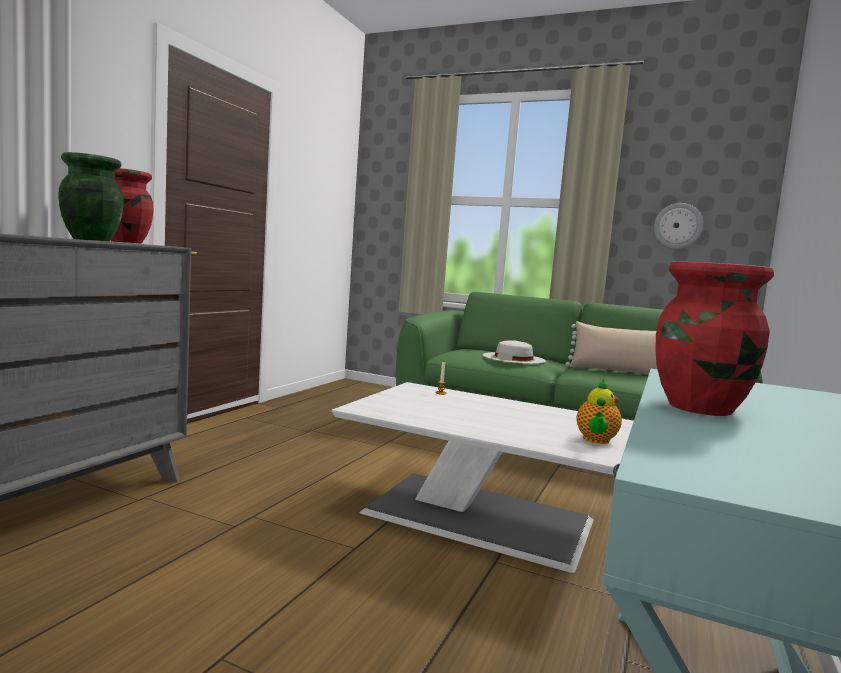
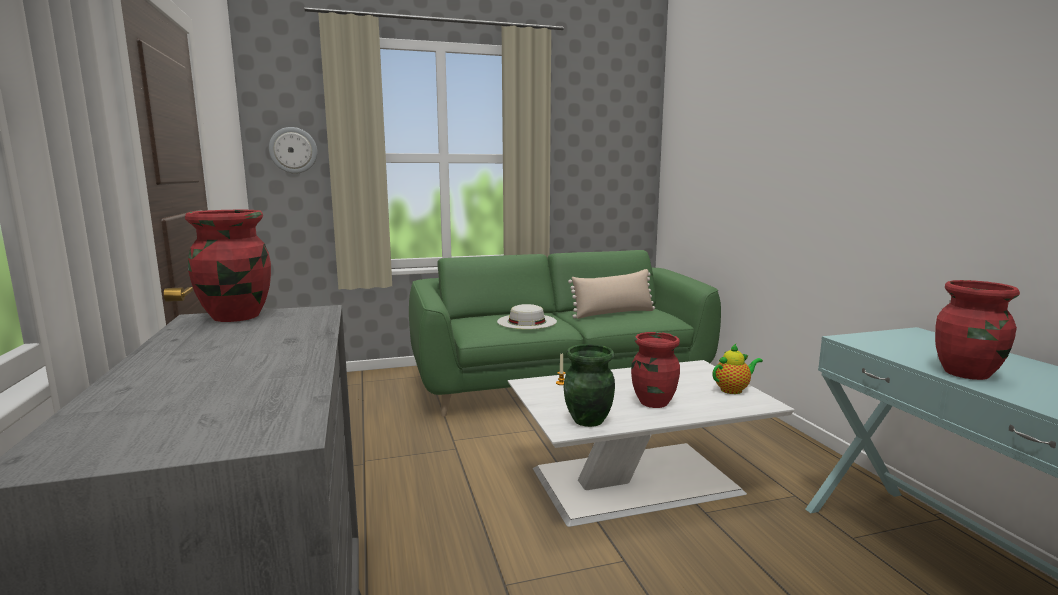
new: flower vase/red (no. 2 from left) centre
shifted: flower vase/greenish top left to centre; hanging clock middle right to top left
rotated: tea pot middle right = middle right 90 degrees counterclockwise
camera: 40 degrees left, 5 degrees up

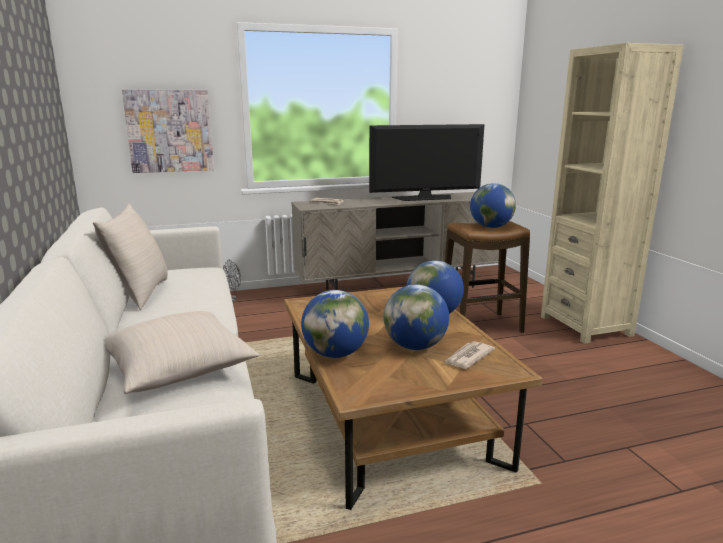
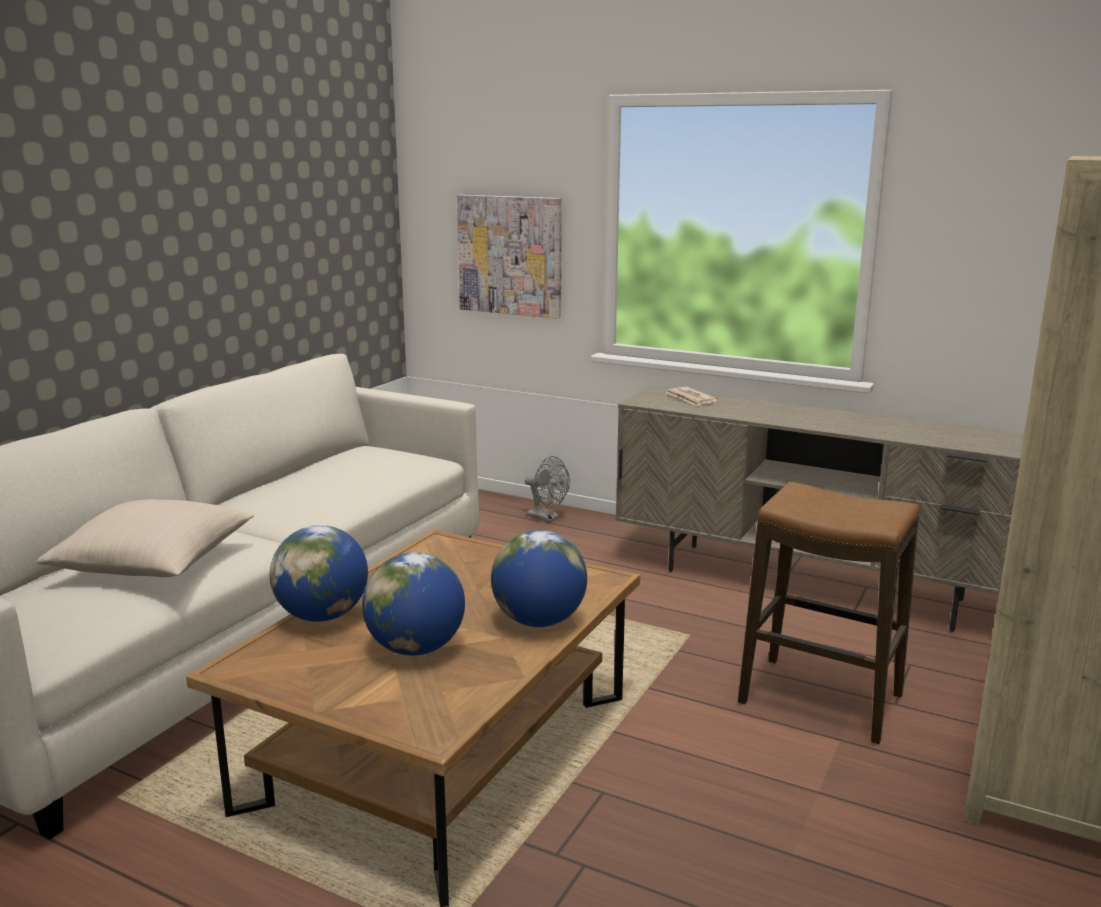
gone: cushion/sand-coloured (no. 1 from left) middle left; TV set top centre; newspaper (no. 2 from left) centre; desk globe (no. 4 from left) middle right
camera: 45 degrees right, 0 degrees up

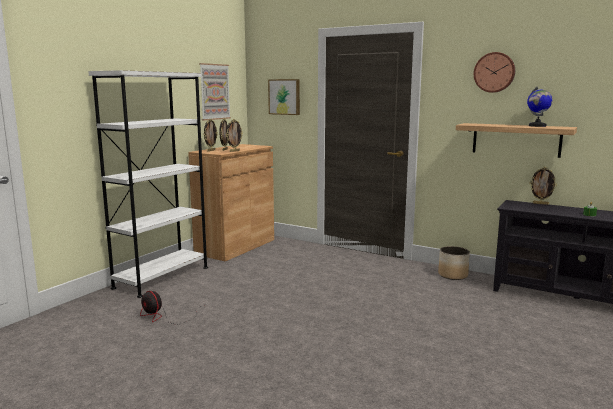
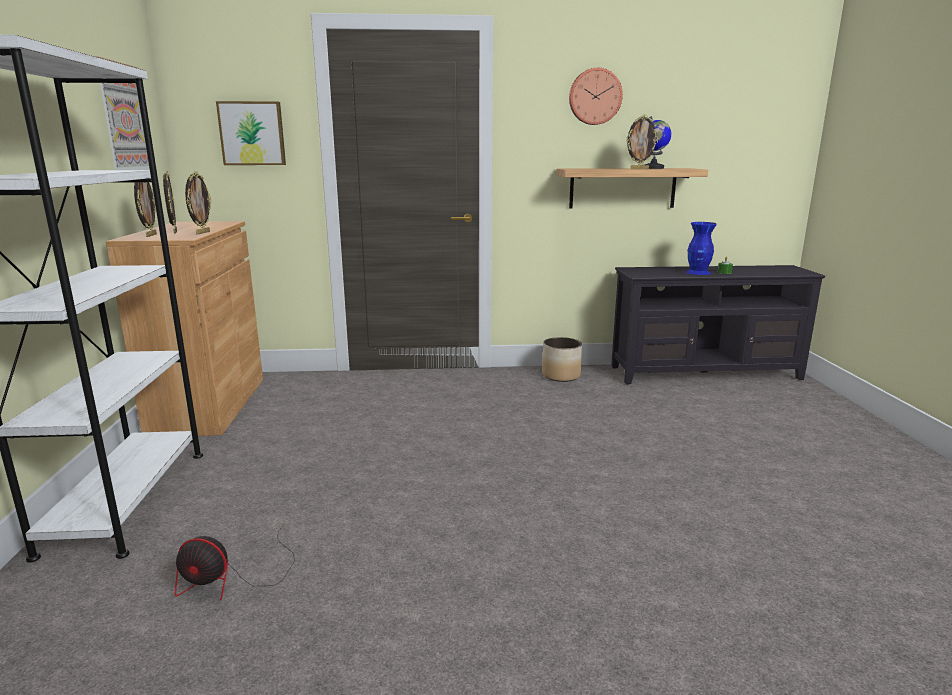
new: flower vase/blue-coloured middle right
shifted: photo frame (no. 4 from left) middle right to top right
camera: 35 degrees left, 5 degrees up

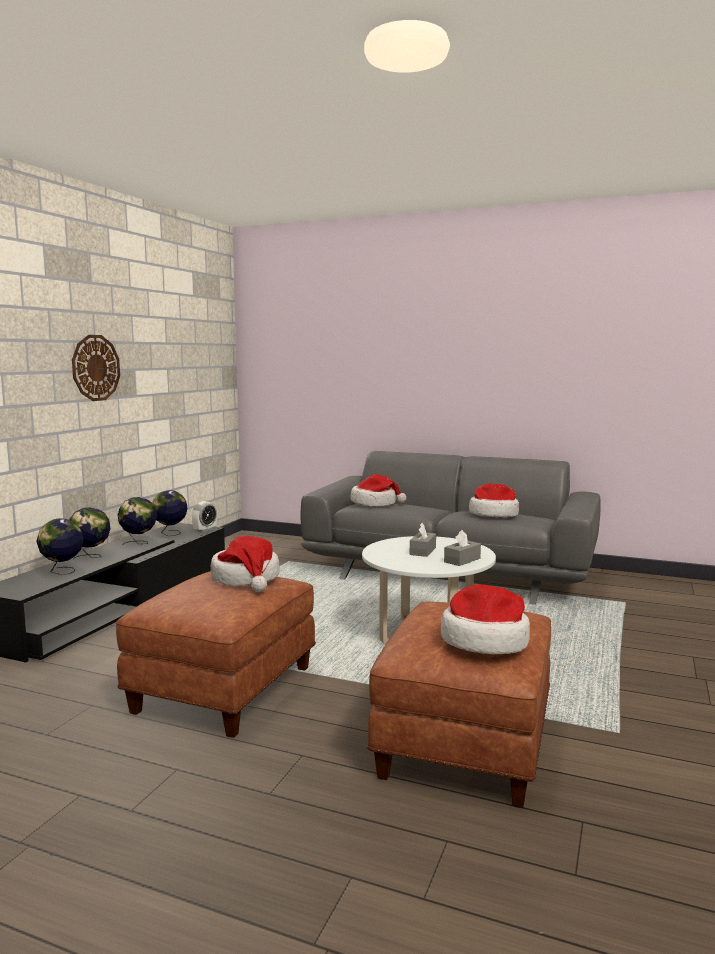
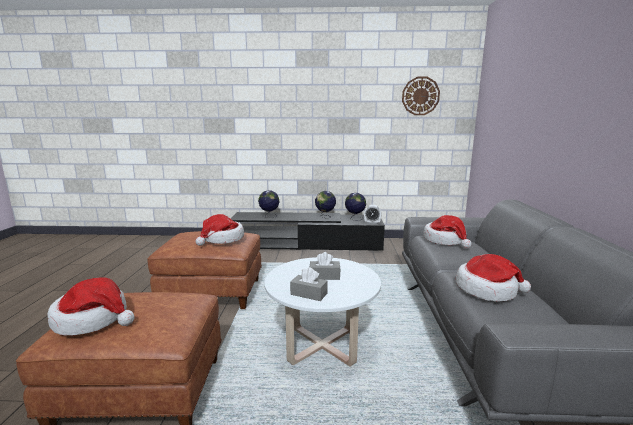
gone: desk globe (no. 2 from left) middle left
shifted: hanging clock middle left to top centre
camera: 70 degrees right, 5 degrees up

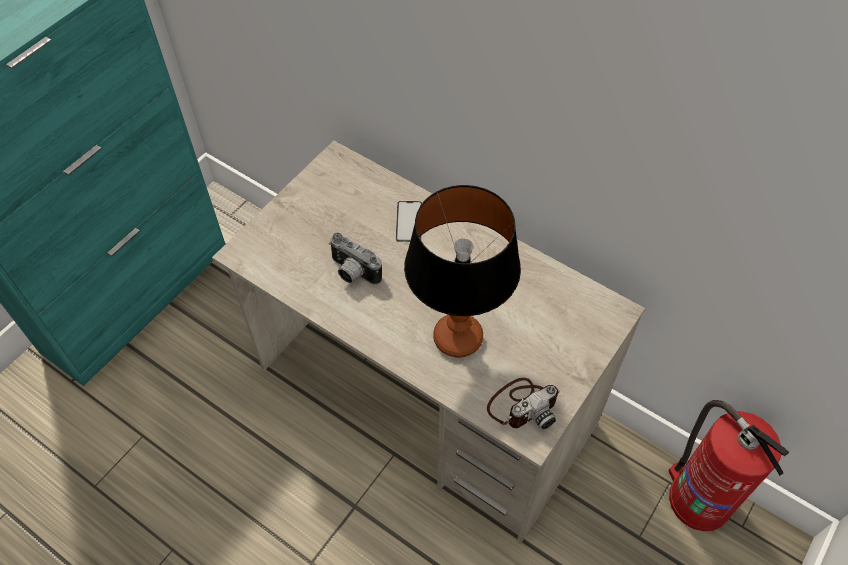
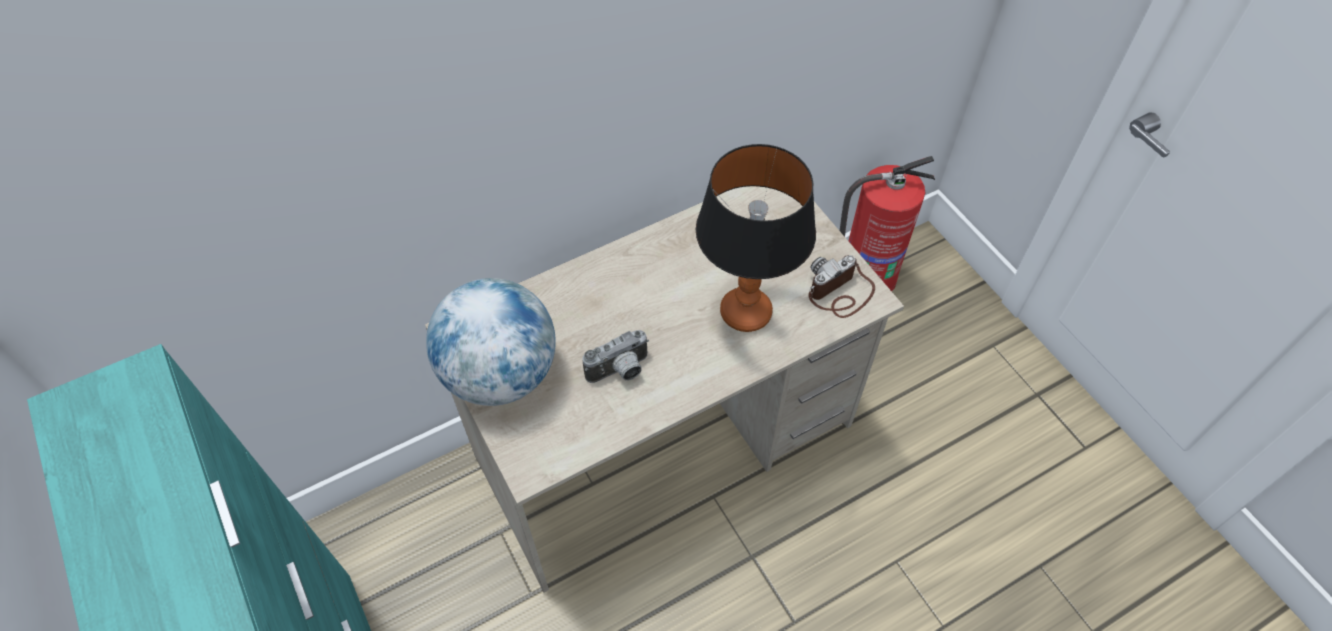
gone: handset centre
new: desk globe centre
rotated: photo camera (no. 2 from left) bottom centre = centre 120 degrees counterclockwise
camera: 65 degrees left, 0 degrees up

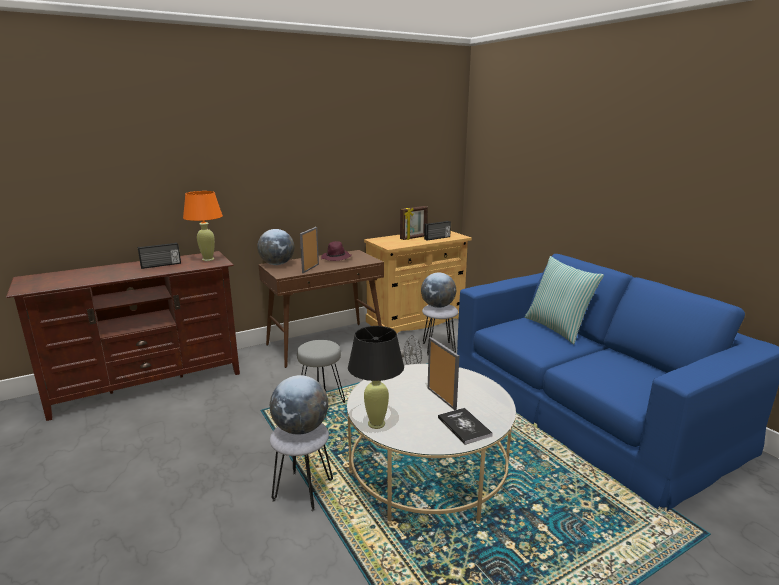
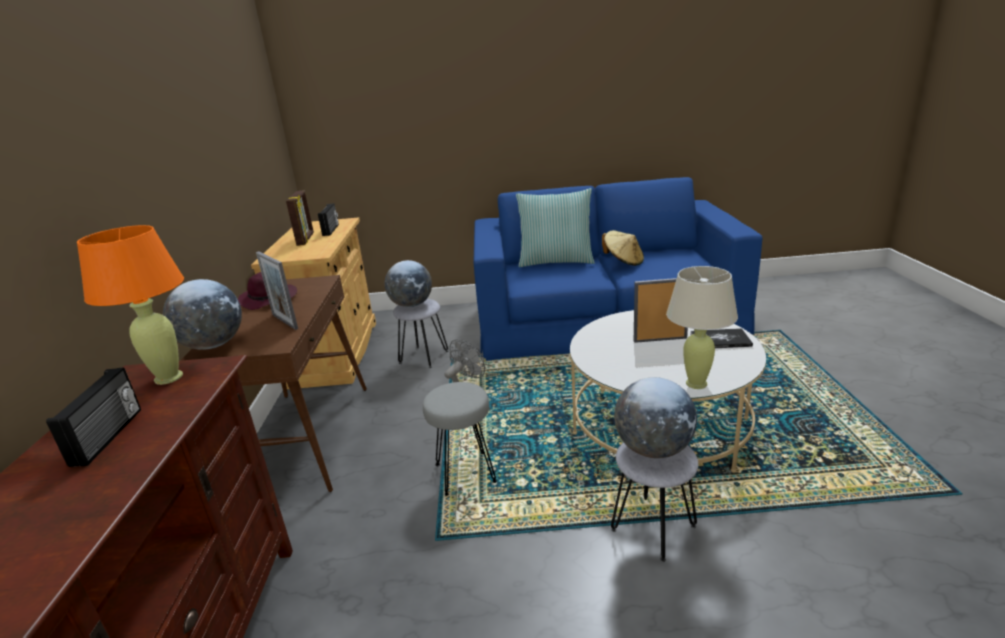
new: wearable hat/sand-coloured centre
repainted: lamp for a table/blackish centre to lamp for a table/sand-coloured middle right
camera: 60 degrees left, 5 degrees up

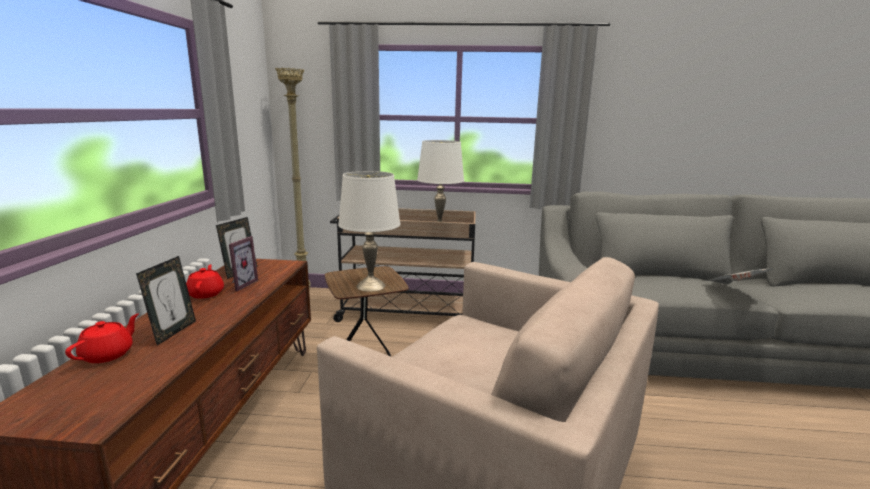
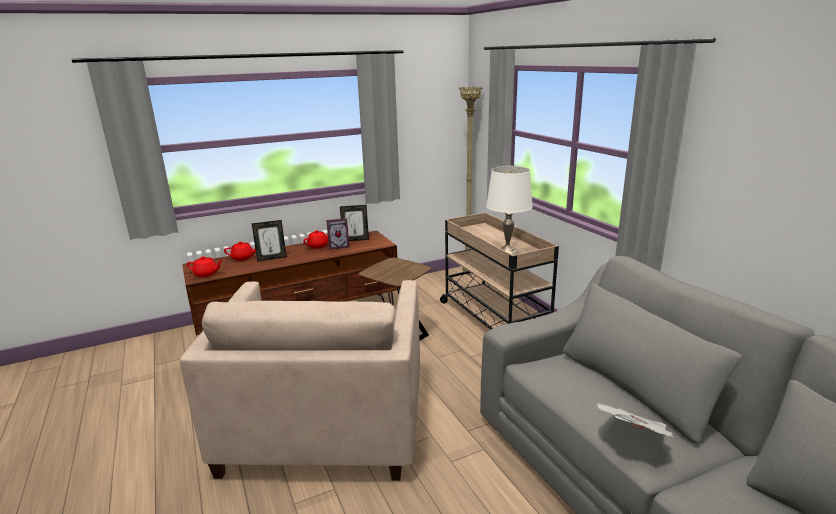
gone: lamp for a table/white (no. 1 from left) centre
new: tea pot/red (no. 1 from left) middle left
camera: 60 degrees right, 5 degrees up

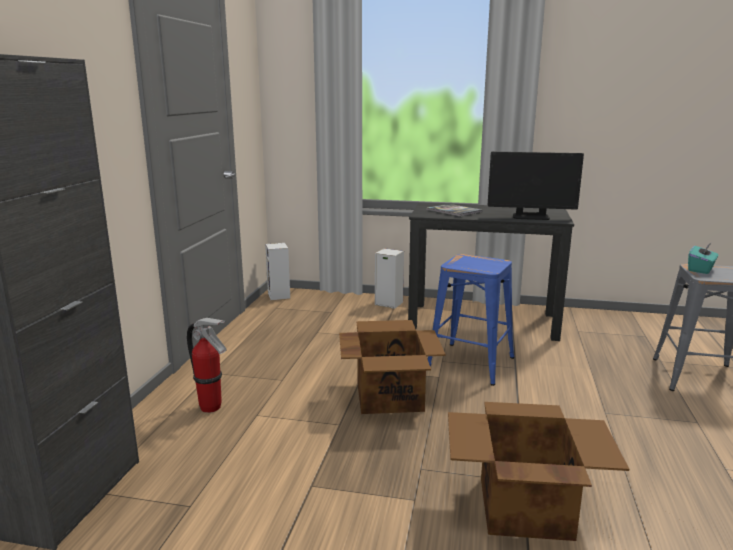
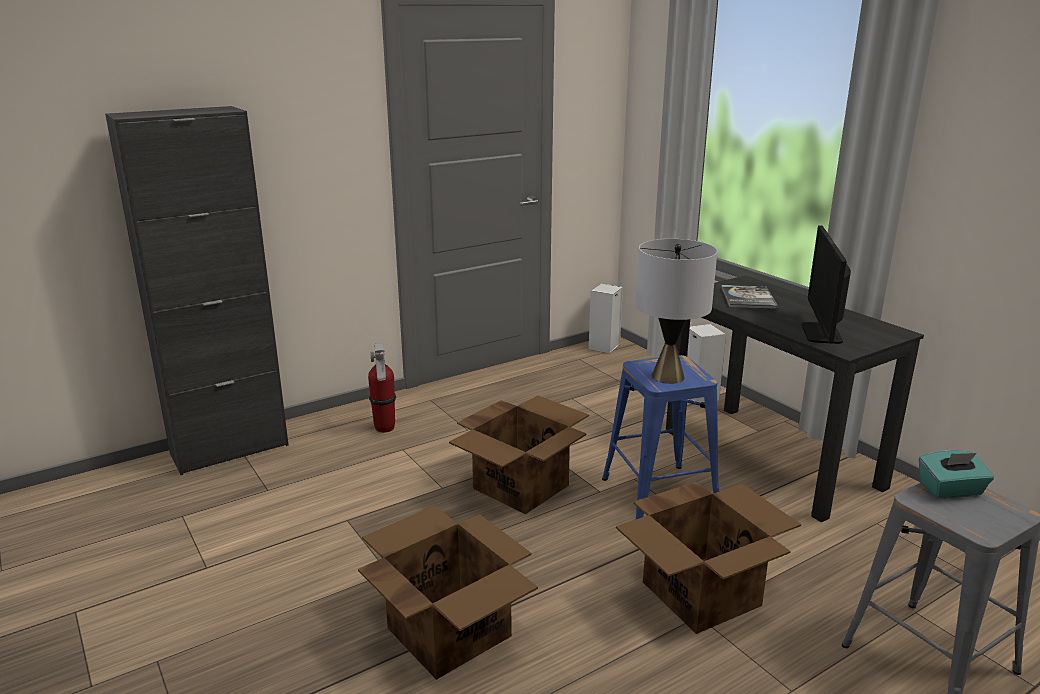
new: carton (no. 3 from left) bottom right; lamp for a table/gray centre
rotated: monitor middle right = middle right 45 degrees clockwise
camera: 45 degrees right, 5 degrees up

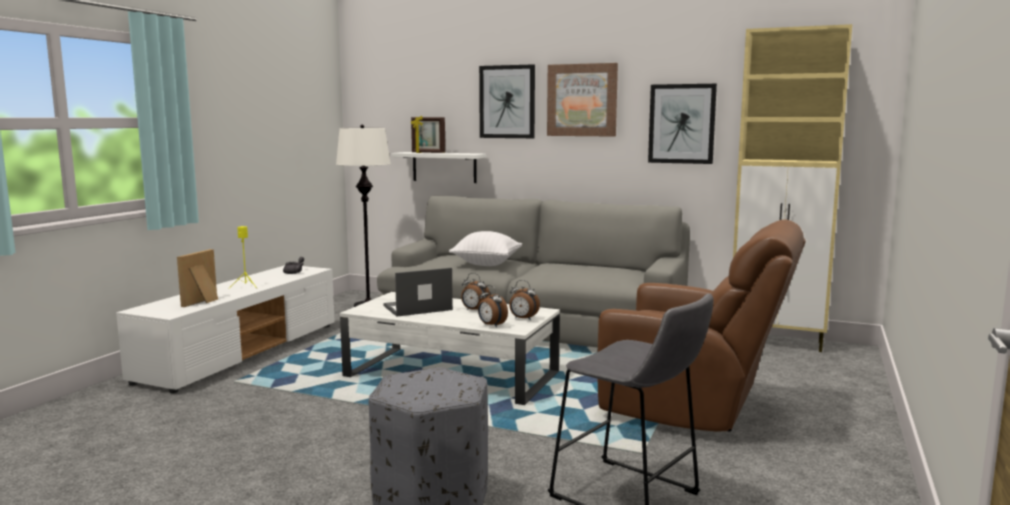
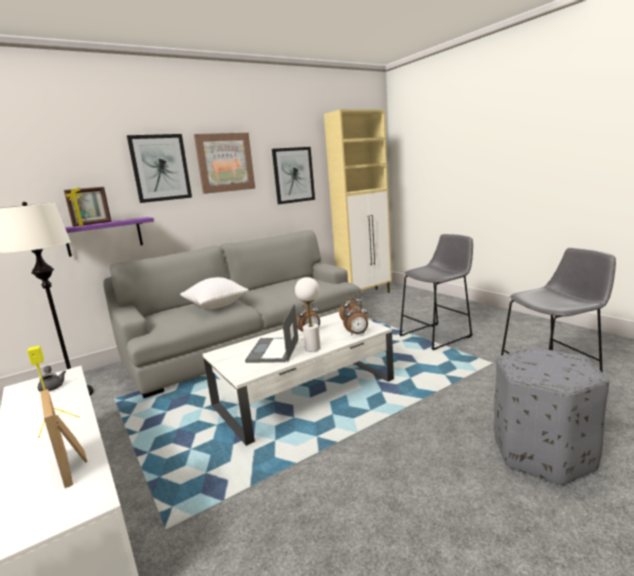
new: lamp for a table/white centre
swapped: armchair/brown middle right to stool seat/gray (no. 1 from left) middle right
repainted: bracket shelf/white top centre to bracket shelf/purplish middle left
camera: 55 degrees left, 5 degrees up

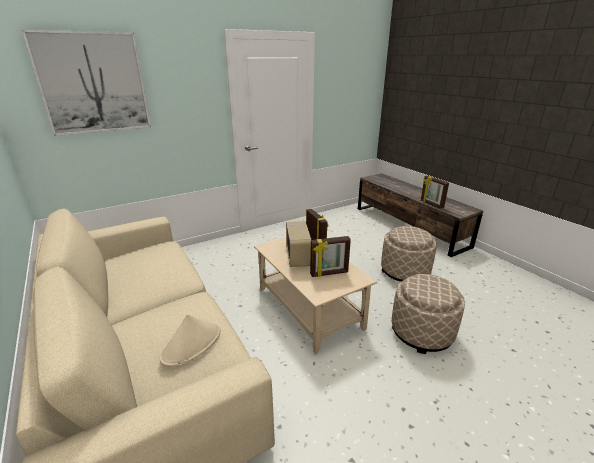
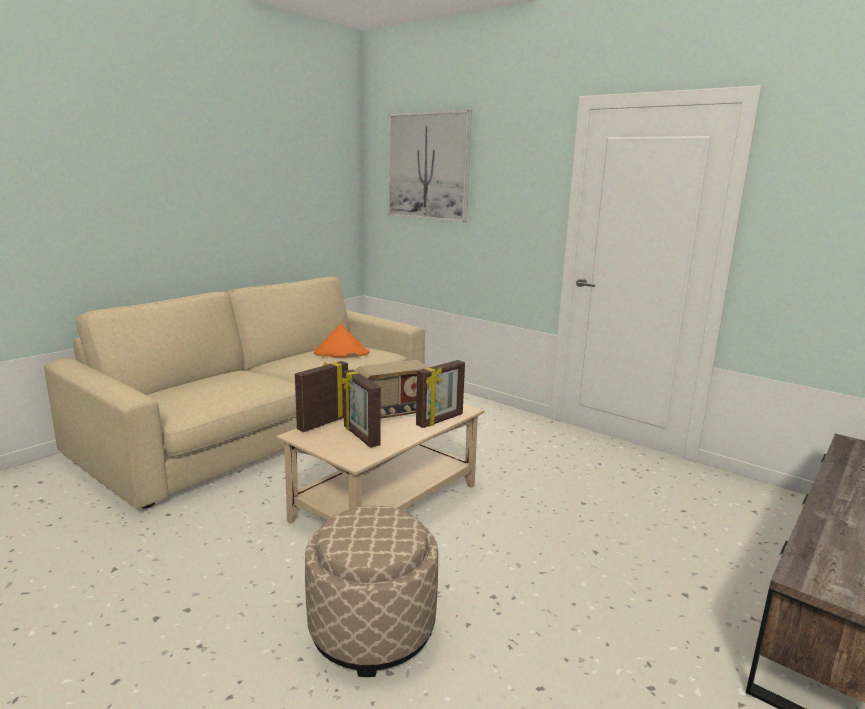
gone: wearable hat/sand-coloured bottom left; ottoman/sand-coloured (no. 1 from left) middle right
new: wearable hat/orange-coloured centre
shifted: photo frame (no. 3 from left in the first image) middle right to photo frame (no. 1 from left) centre
camera: 70 degrees right, 10 degrees down

